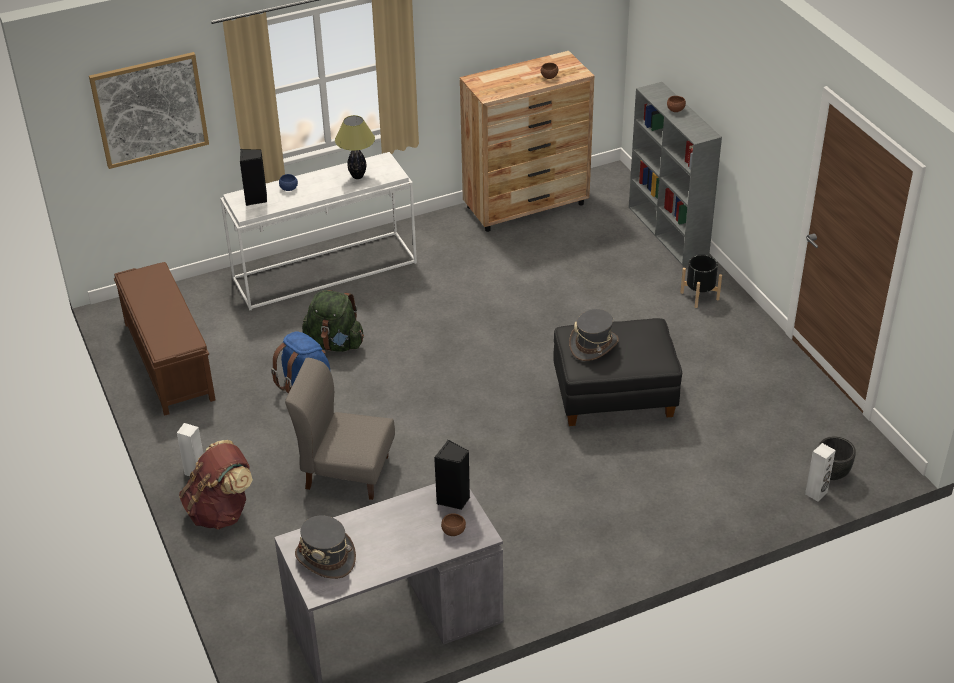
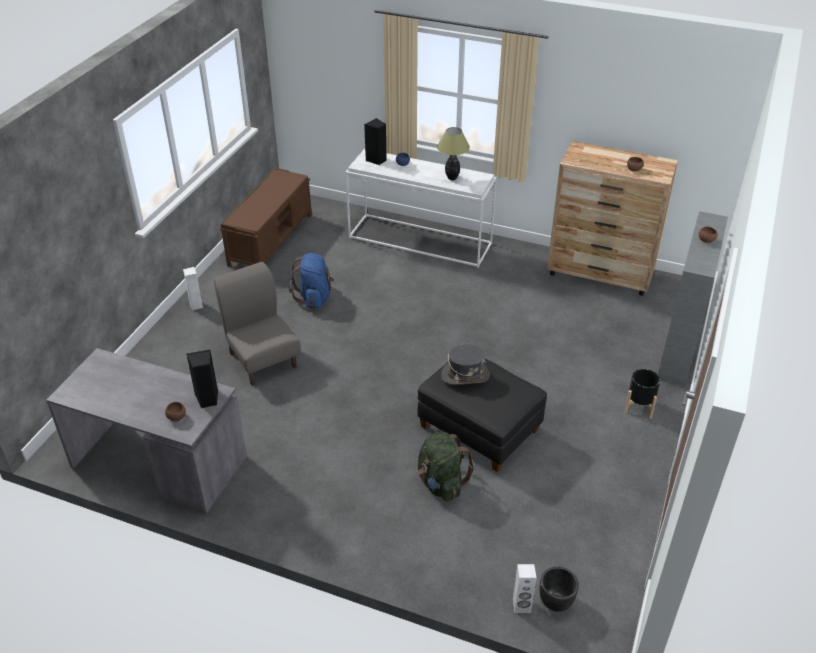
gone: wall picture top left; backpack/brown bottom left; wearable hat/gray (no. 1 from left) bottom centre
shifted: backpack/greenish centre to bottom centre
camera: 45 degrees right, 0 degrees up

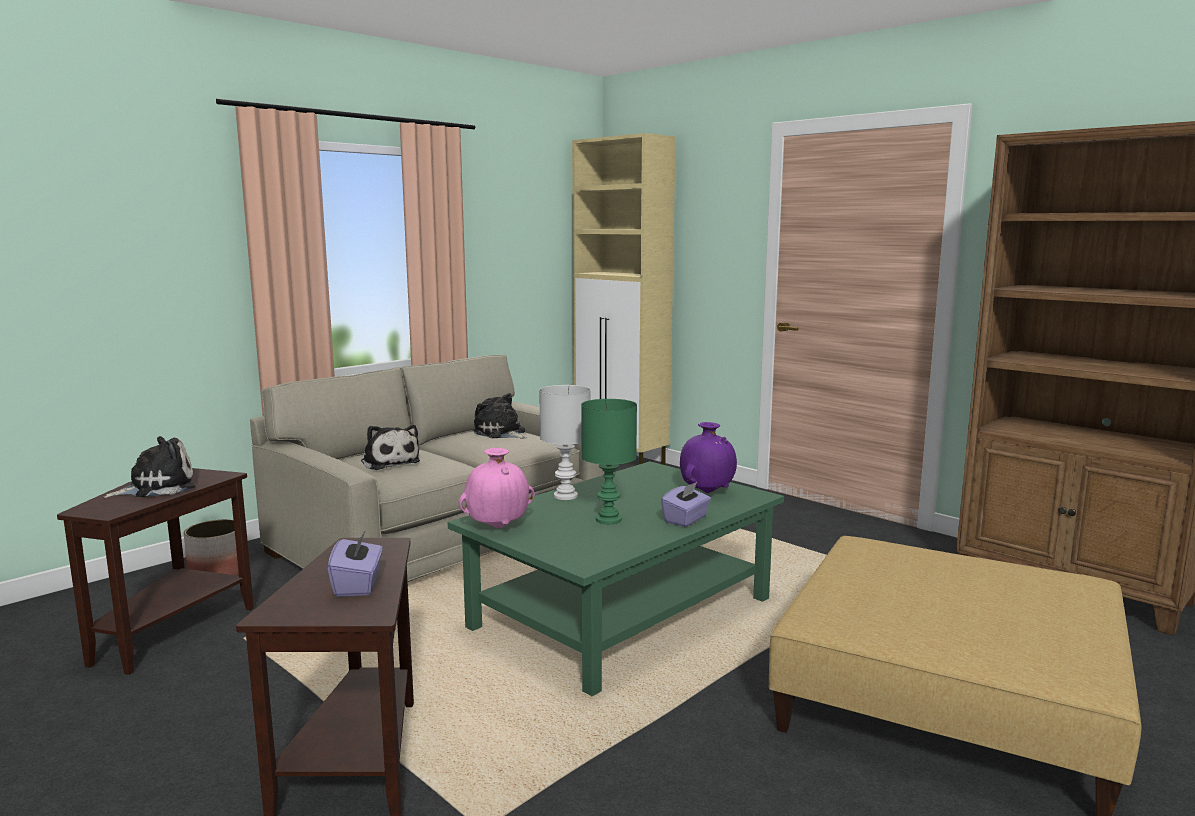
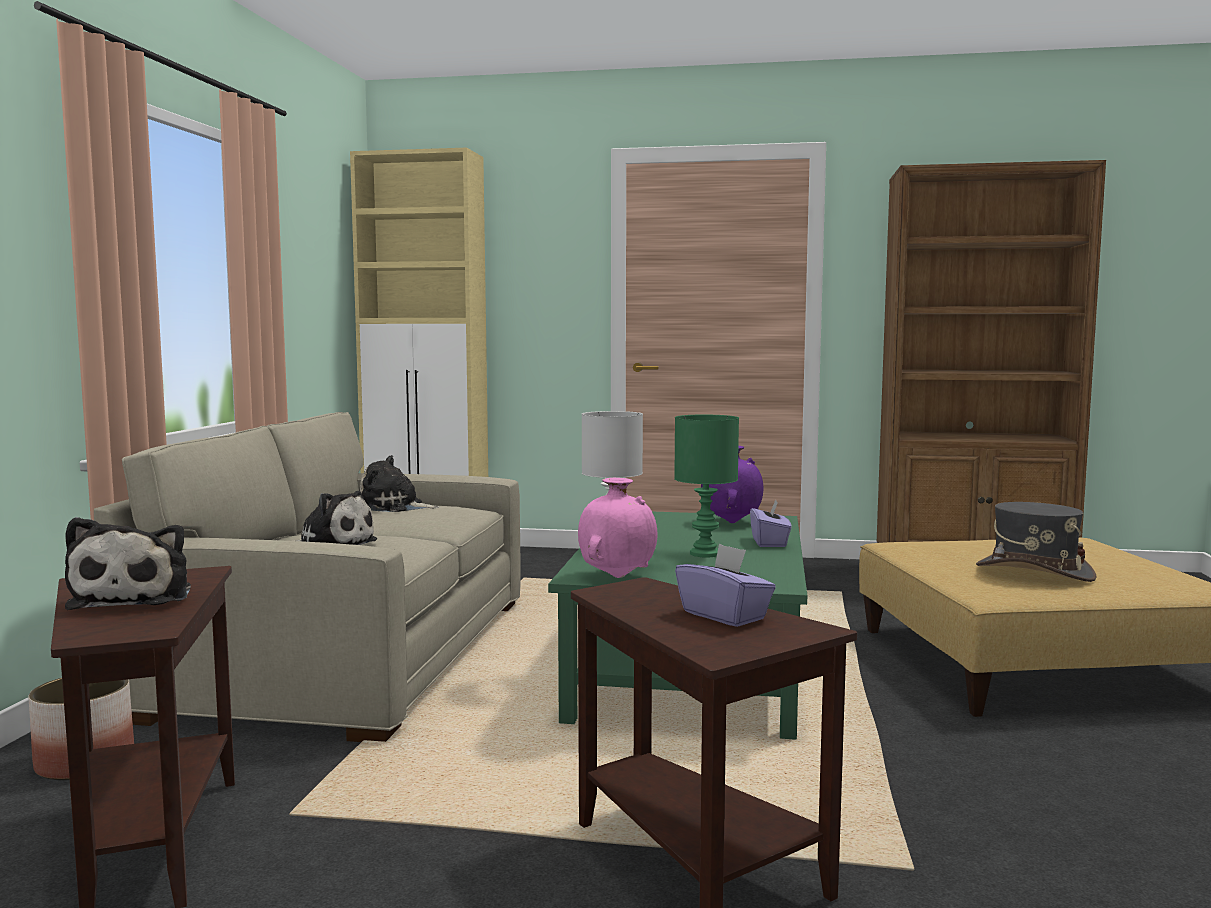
new: wearable hat/gray middle right
rotated: cuddly toy (no. 1 from left) middle left = middle left 150 degrees clockwise
camera: 35 degrees left, 5 degrees down

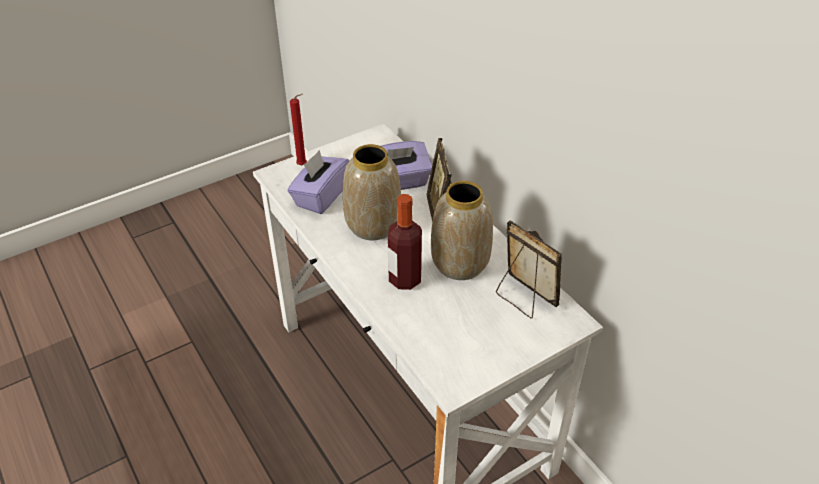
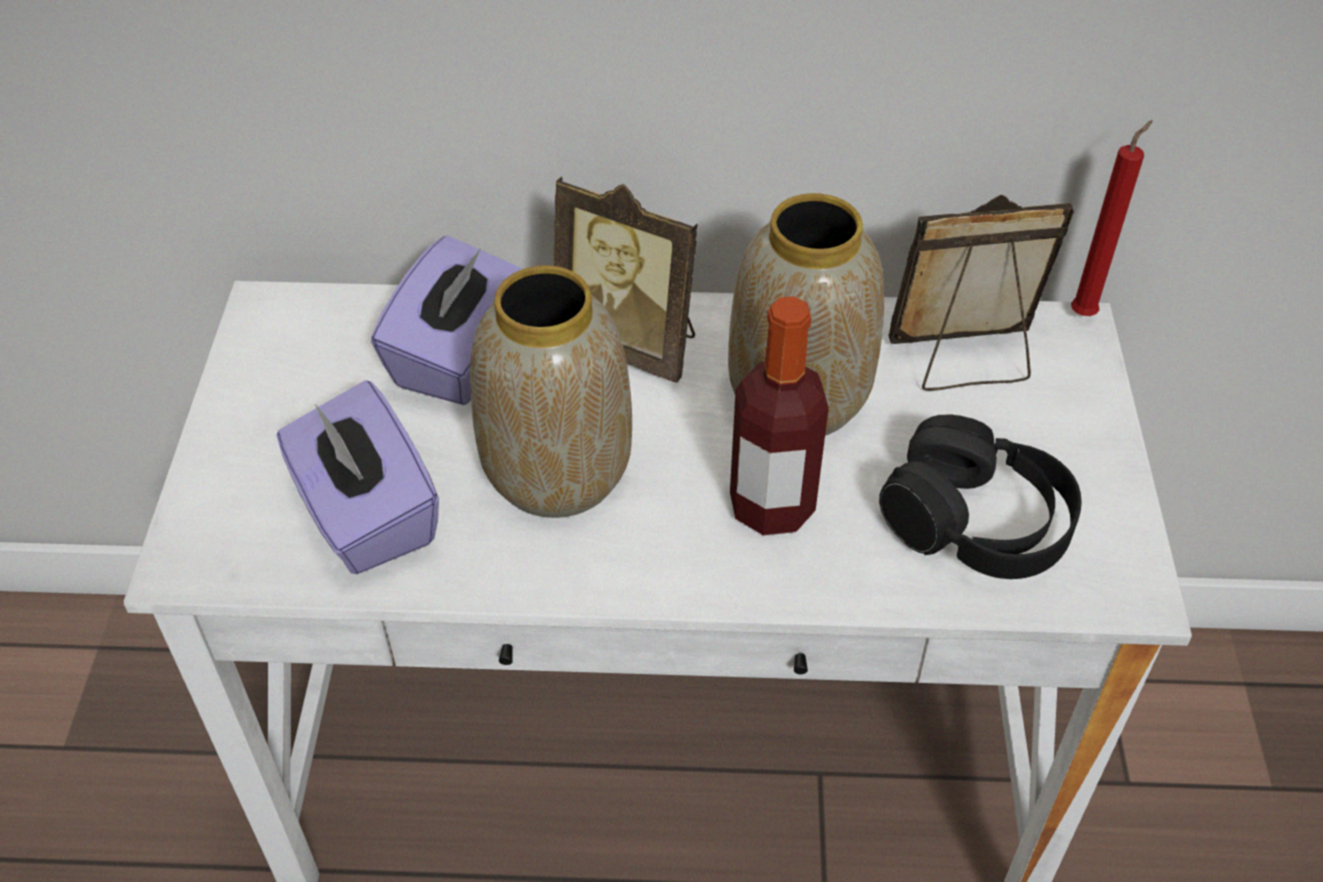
new: pair of headphones/blackish middle right
shifted: candle/red top centre to top right
camera: 55 degrees left, 5 degrees up

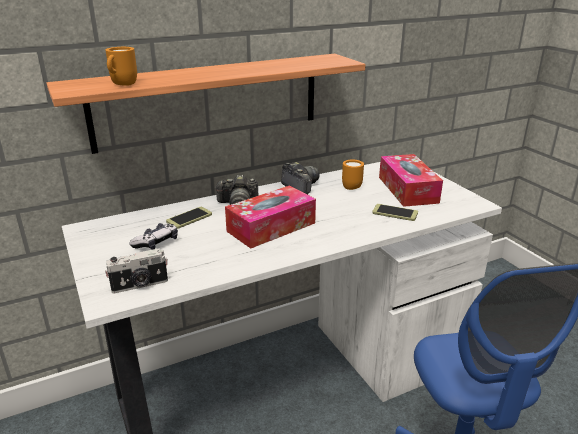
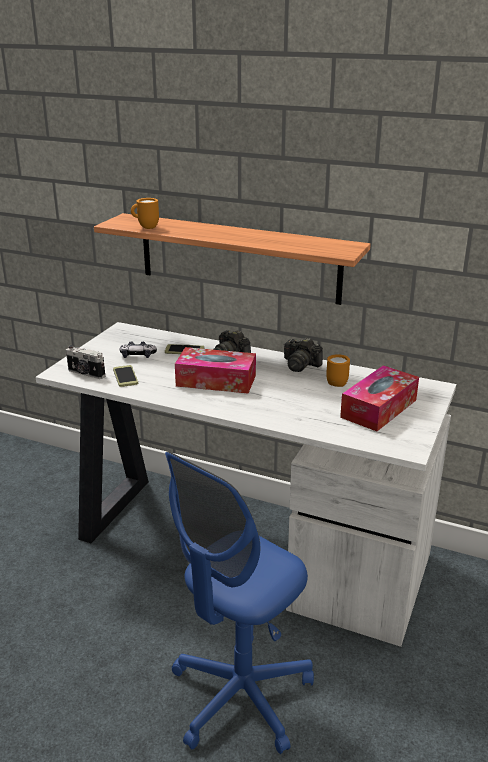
shifted: handset (no. 2 from left in the first image) middle right to handset (no. 1 from left) middle left
rotated: photo camera (no. 3 from left) centre = centre 105 degrees clockwise
camera: 50 degrees right, 0 degrees up

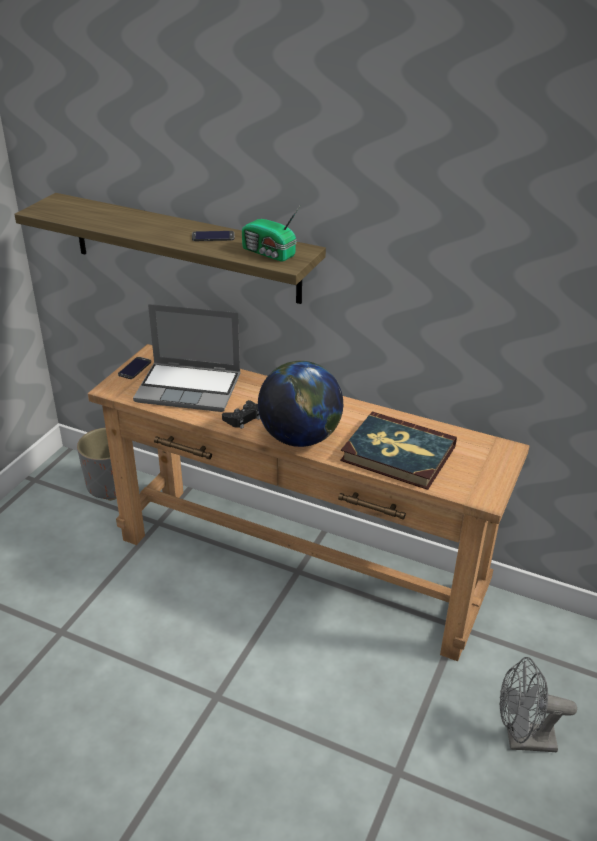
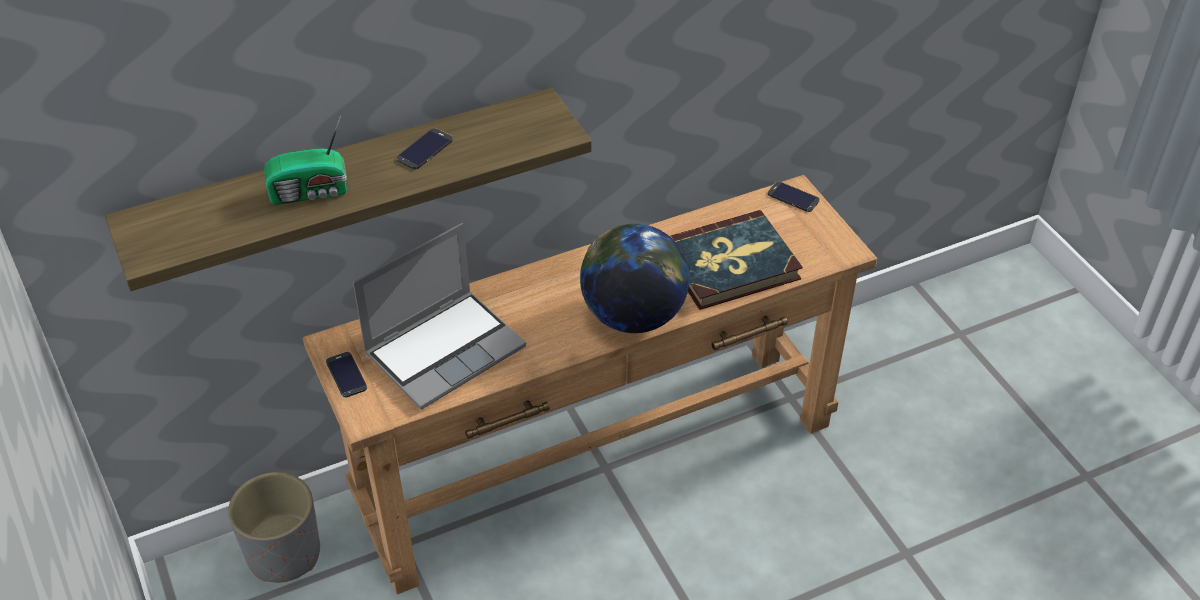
gone: joypad/blackish centre; electric fan/gray bottom right
new: handset (no. 3 from left) top centre
shifted: radio top centre to top left
camera: 50 degrees left, 10 degrees up

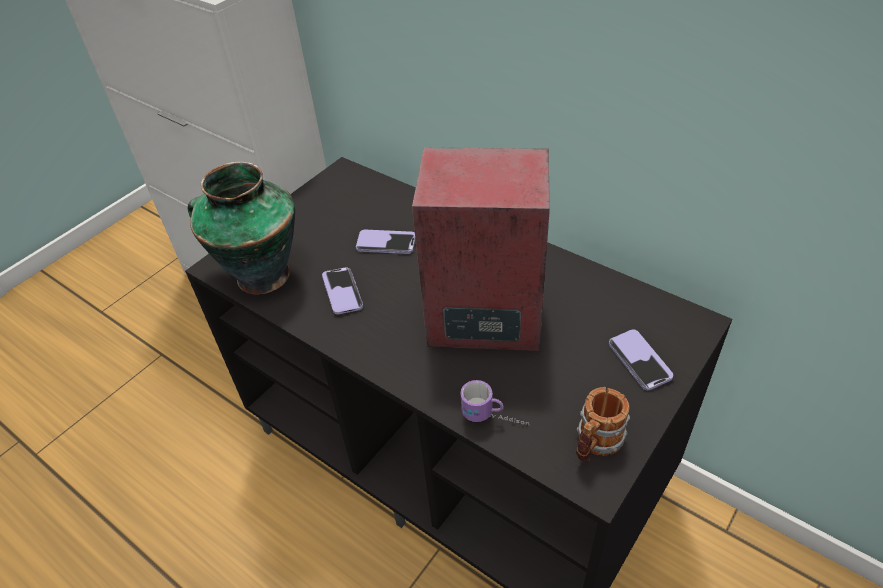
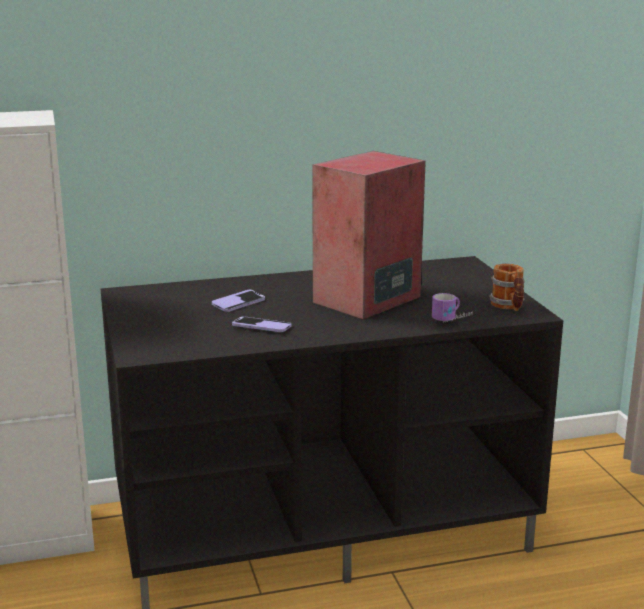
gone: flower vase middle left; handset (no. 3 from left) middle right
camera: 55 degrees left, 25 degrees down

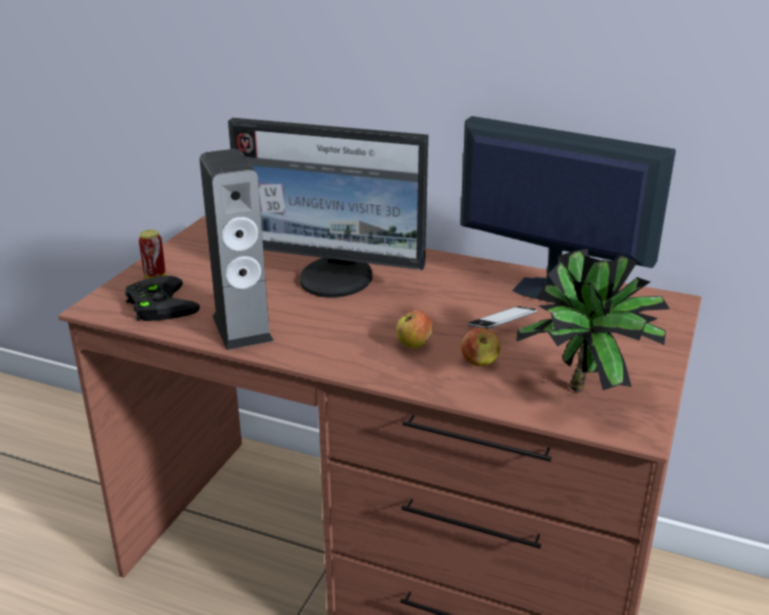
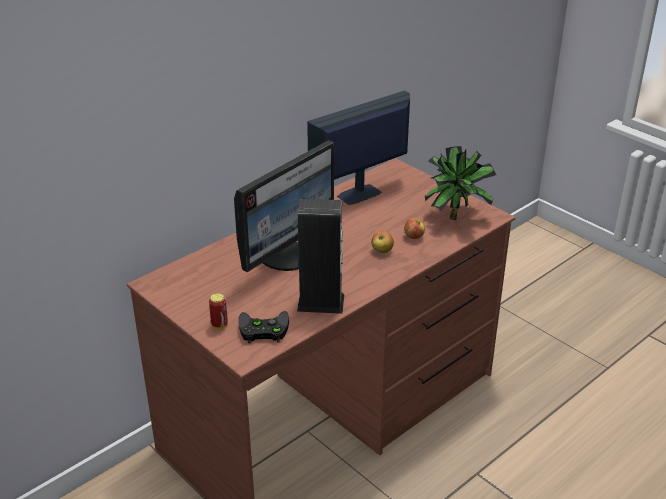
gone: handset centre
camera: 65 degrees left, 5 degrees up

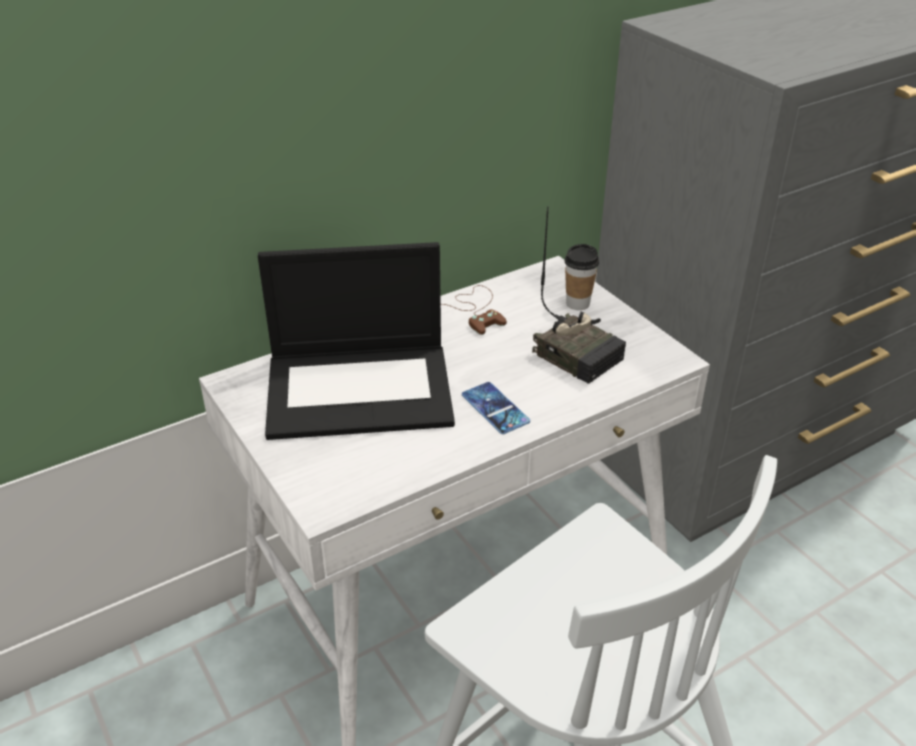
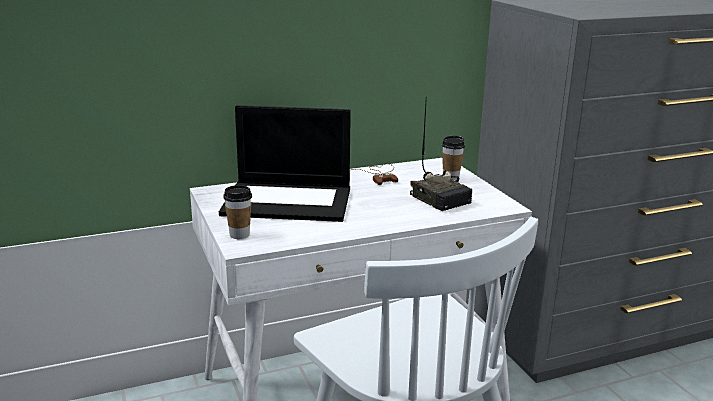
gone: handset centre
new: drinking cup (no. 1 from left) middle left
camera: 10 degrees right, 15 degrees down

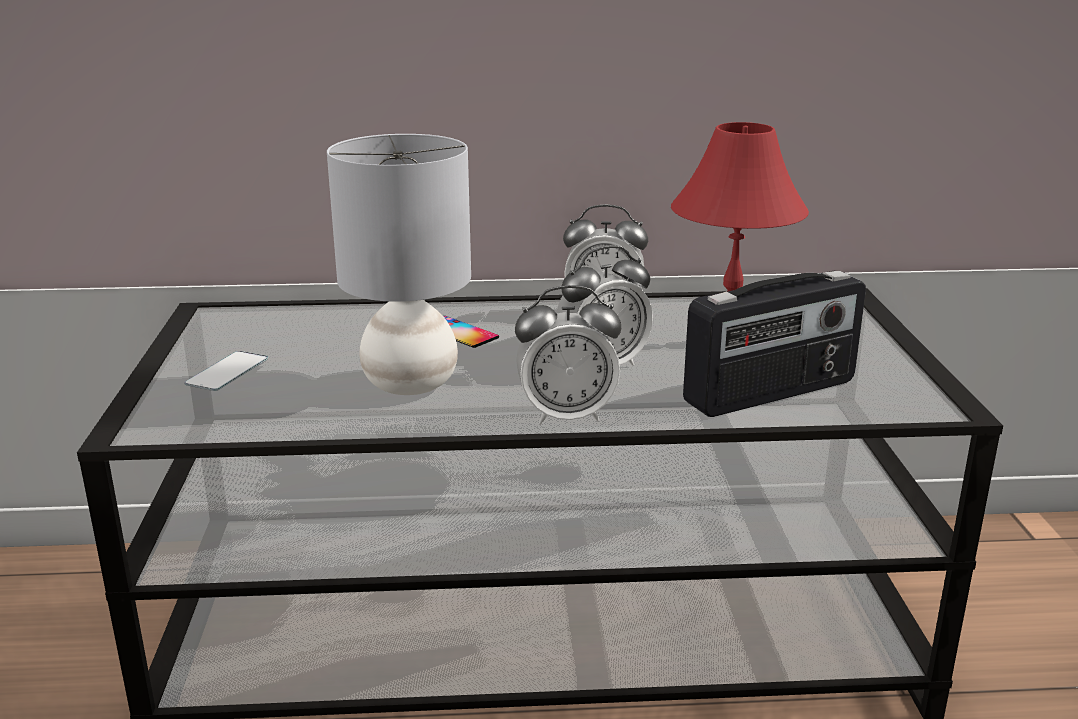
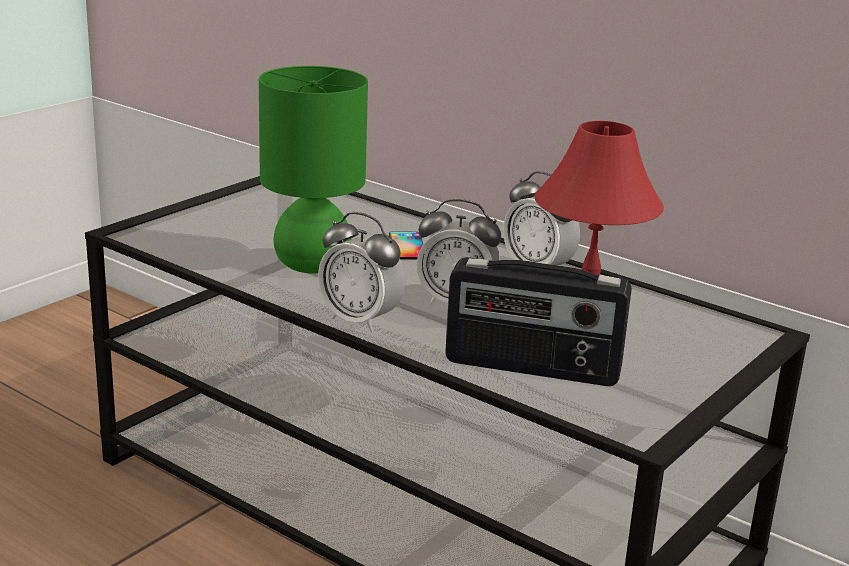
gone: handset (no. 1 from left) middle left
repainted: lamp for a table/gray centre to lamp for a table/greenish top centre
camera: 40 degrees right, 0 degrees up

